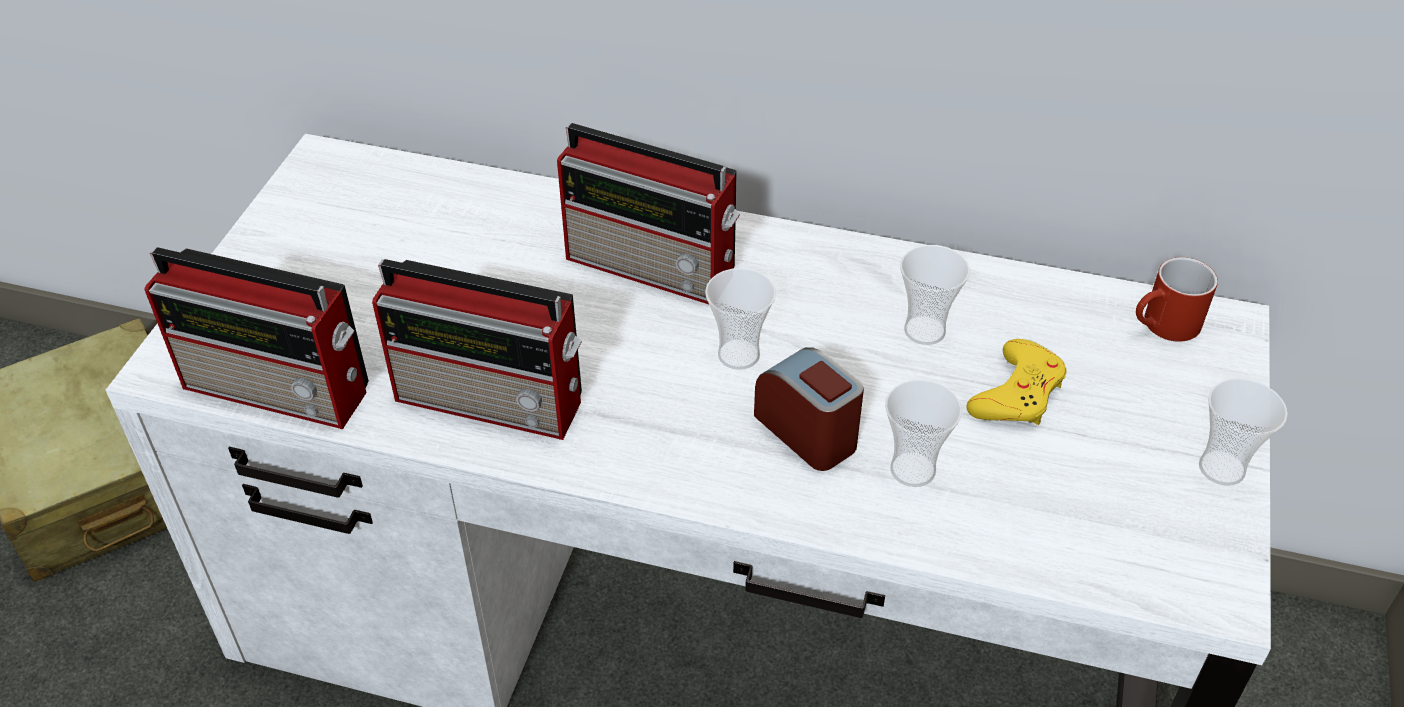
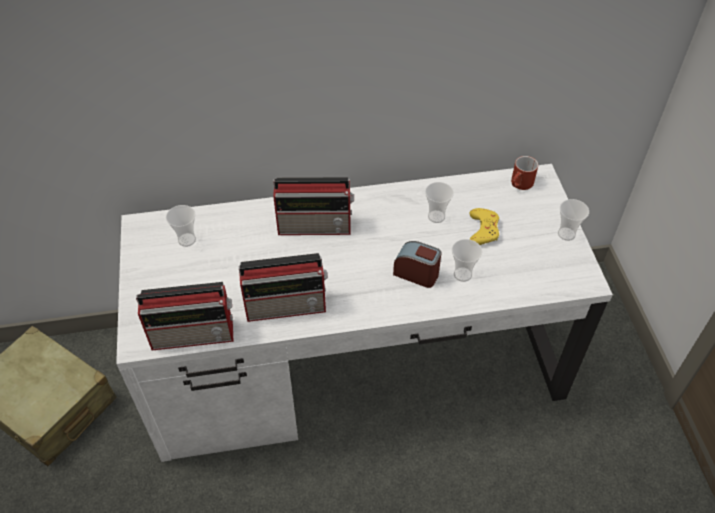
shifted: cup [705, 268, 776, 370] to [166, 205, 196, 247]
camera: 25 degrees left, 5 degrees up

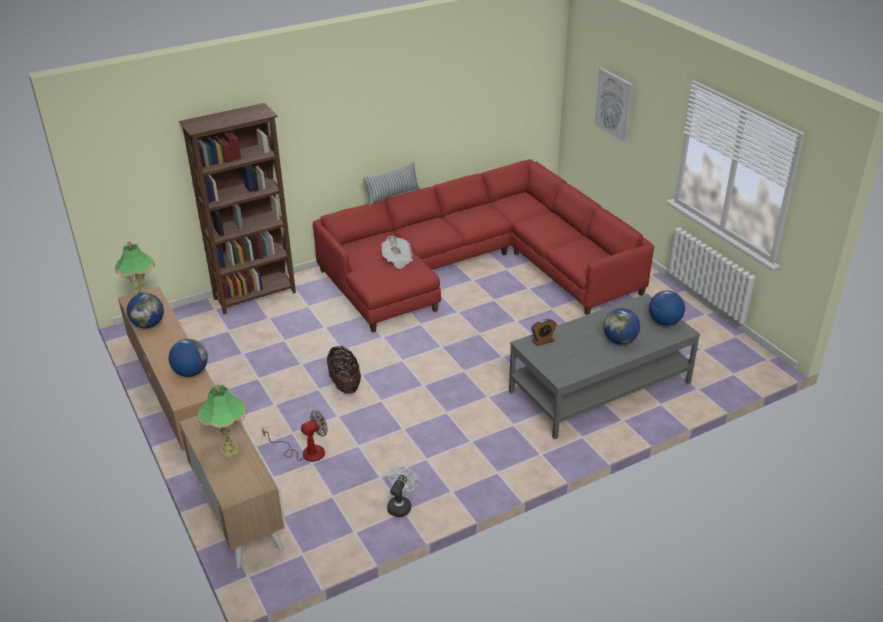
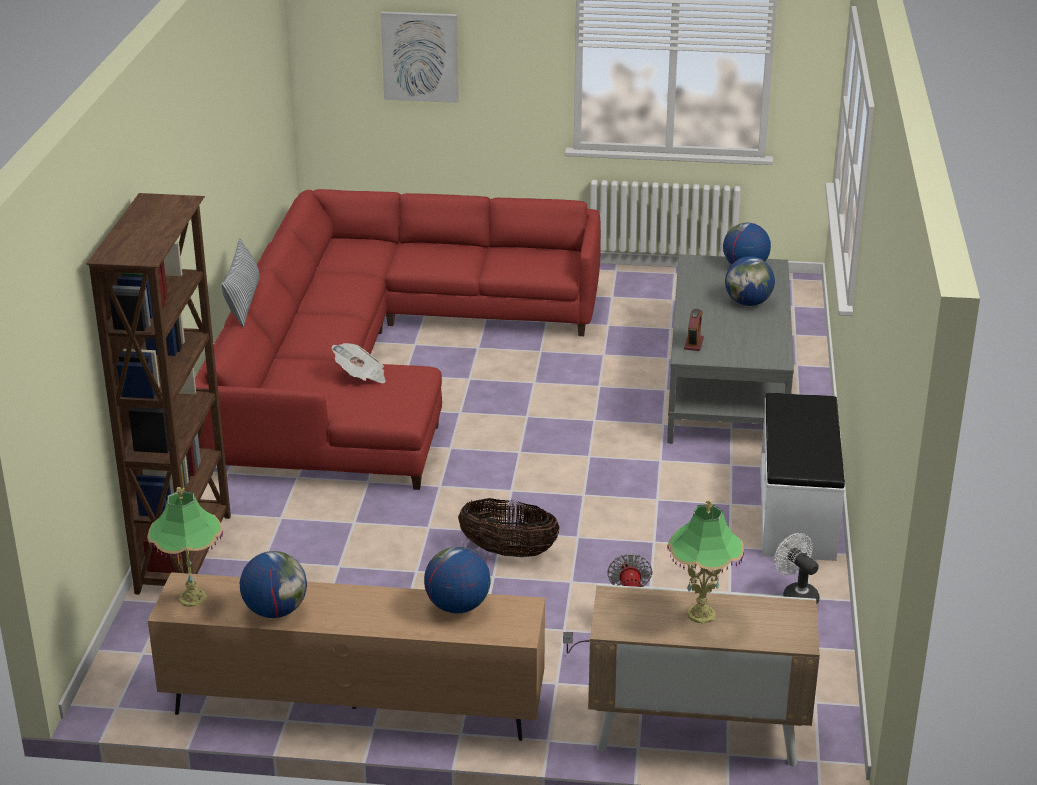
new: bench (white) [760, 393, 845, 561]
camera: 55 degrees left, 5 degrees down

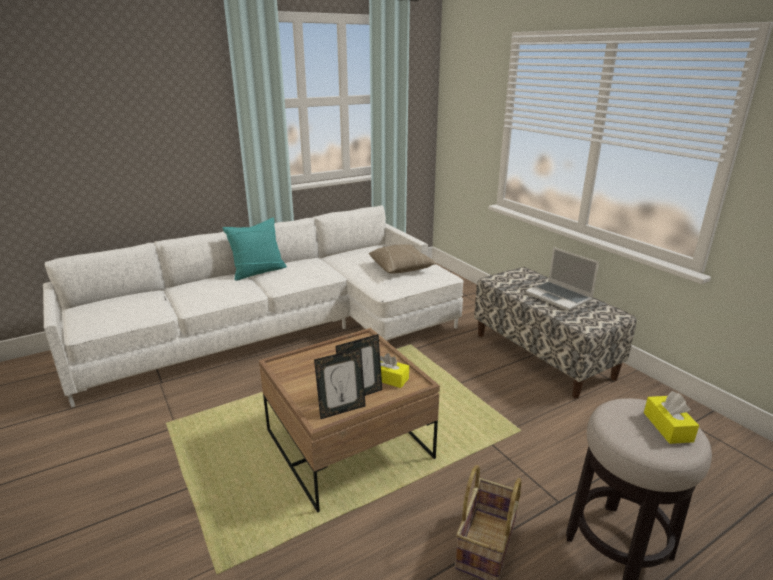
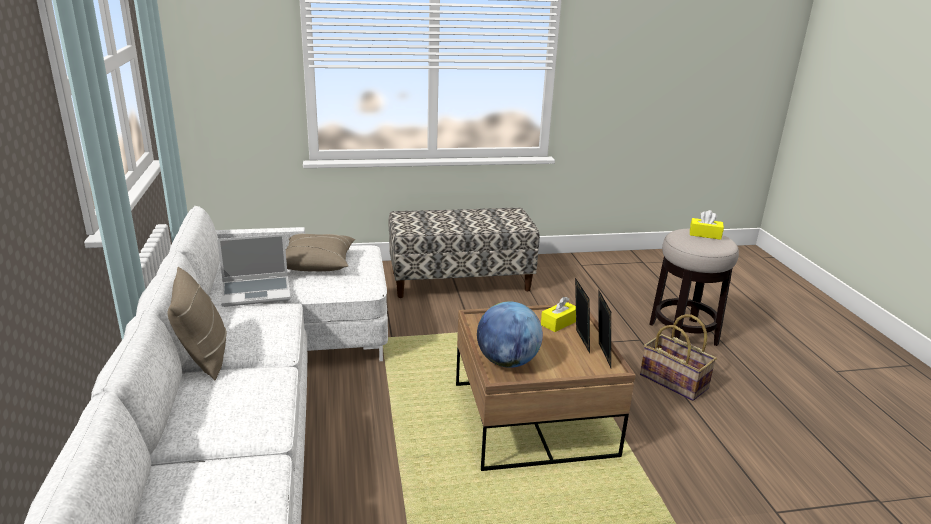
new: globe [477, 302, 543, 368]
shifted: laptop [525, 247, 599, 311] to [217, 234, 291, 307]
repainted: pillow (turquoise) [223, 218, 287, 281] to pillow (beige) [167, 267, 227, 381]
camera: 70 degrees left, 0 degrees up

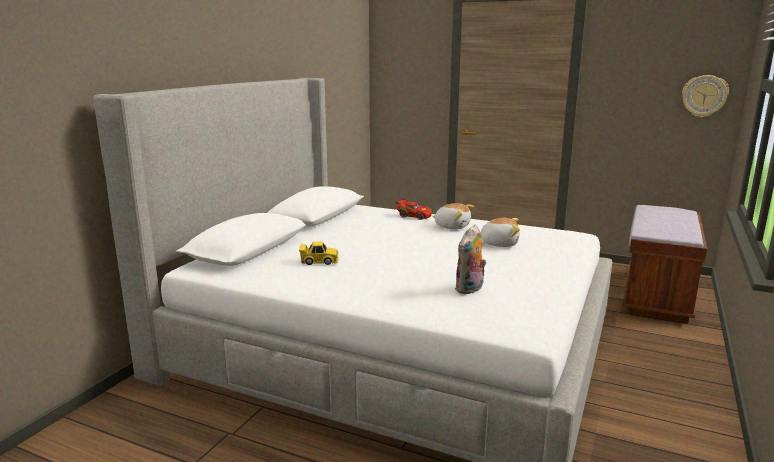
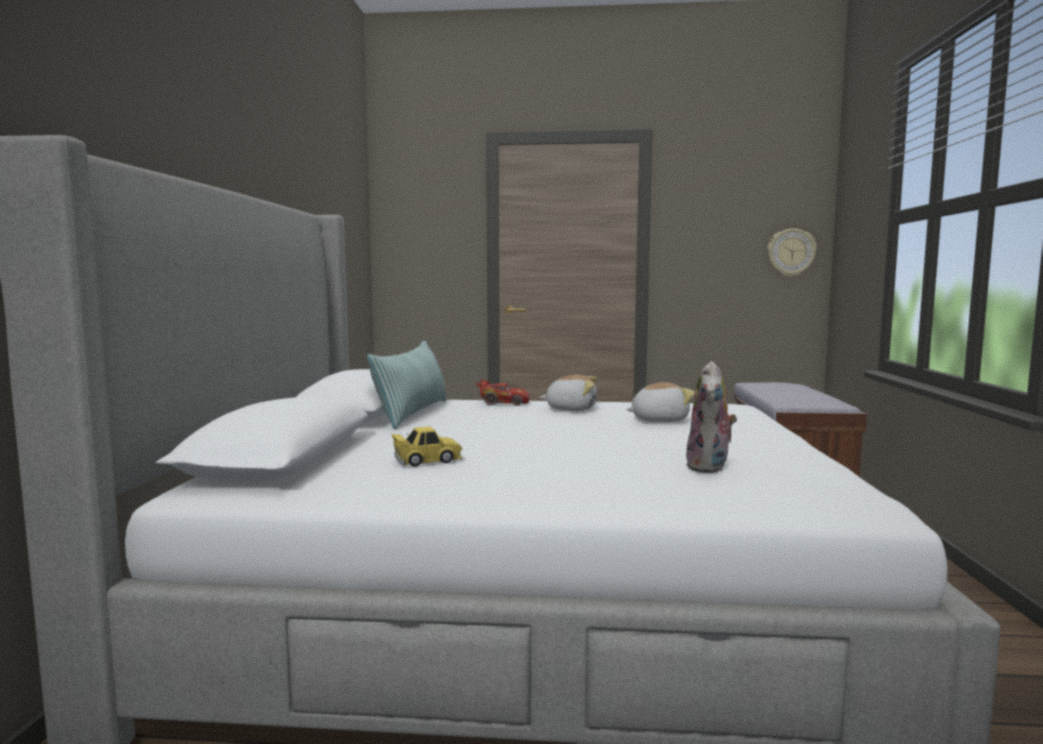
new: pillow [367, 341, 446, 429]
camera: 20 degrees left, 10 degrees down

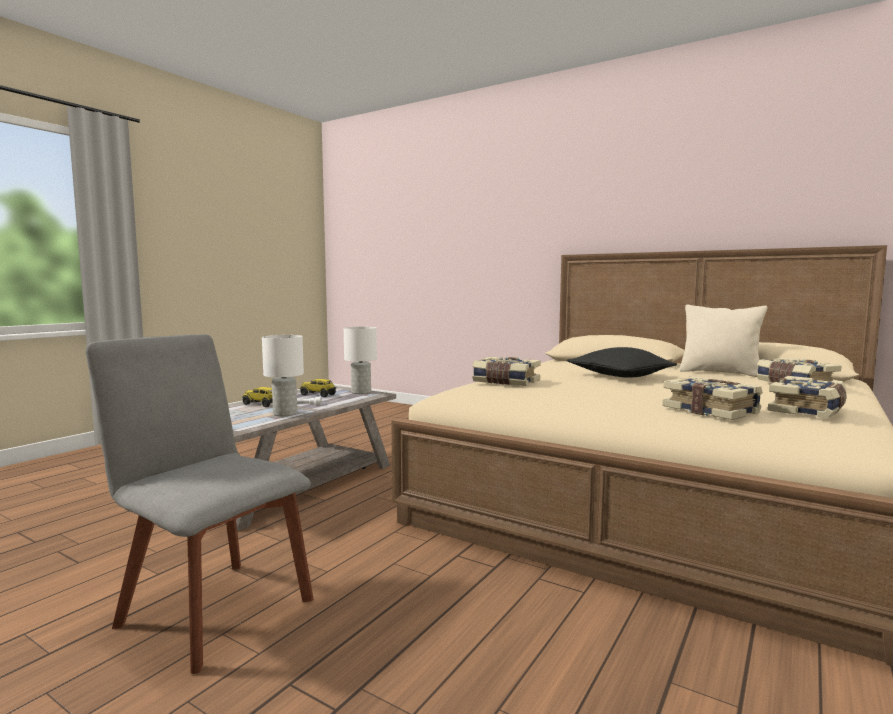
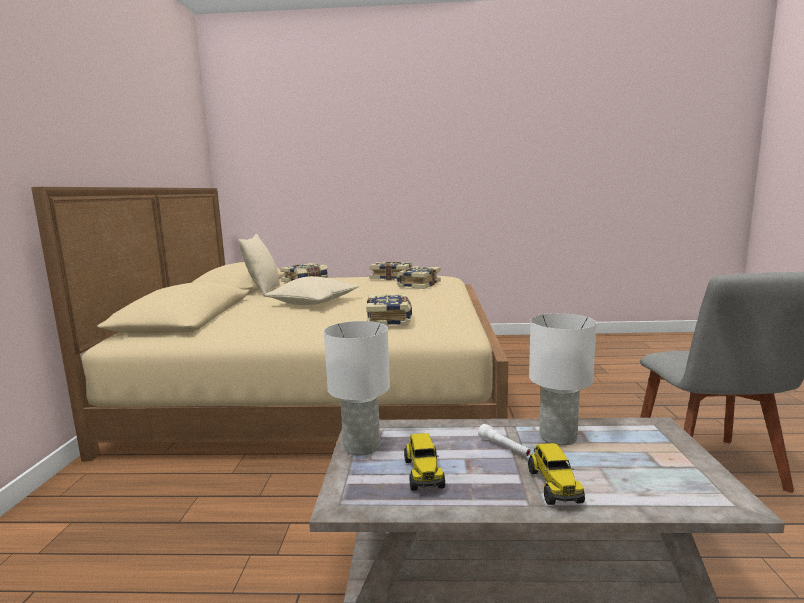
repainted: pillow (black) [567, 347, 677, 378] to pillow (beige) [265, 276, 359, 305]
camera: 120 degrees left, 5 degrees up

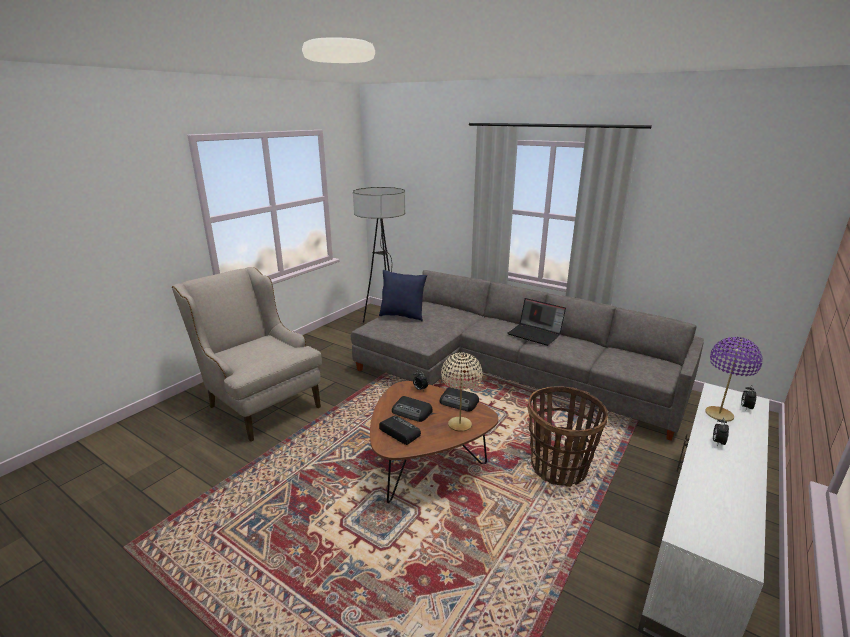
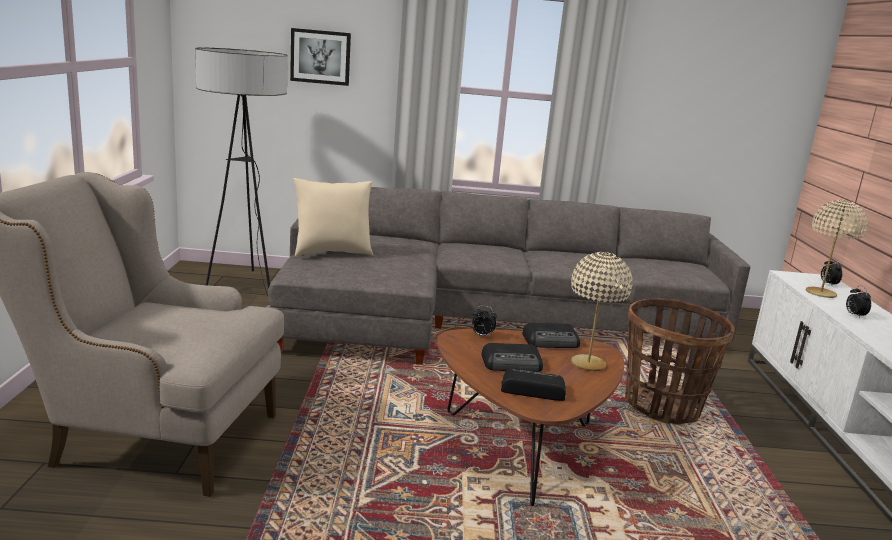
gone: laptop [508, 298, 566, 346]
new: picture [290, 28, 351, 86]
repainted: pillow (blue) [379, 270, 427, 322] to pillow (beige) [293, 178, 373, 257]; table lamp (purple) [705, 337, 763, 421] to table lamp (beige) [806, 200, 868, 298]
camera: 35 degrees left, 5 degrees down

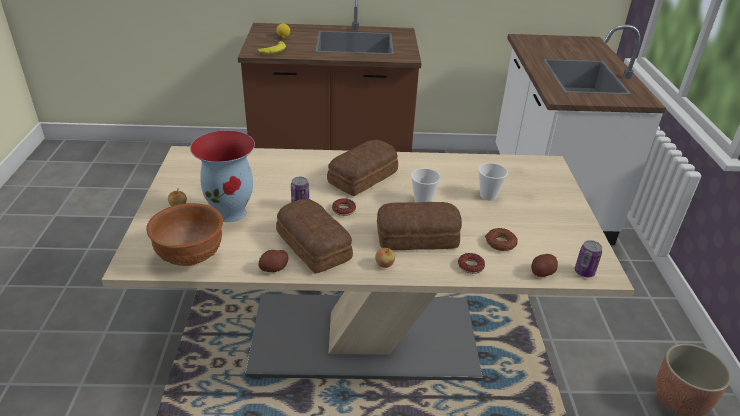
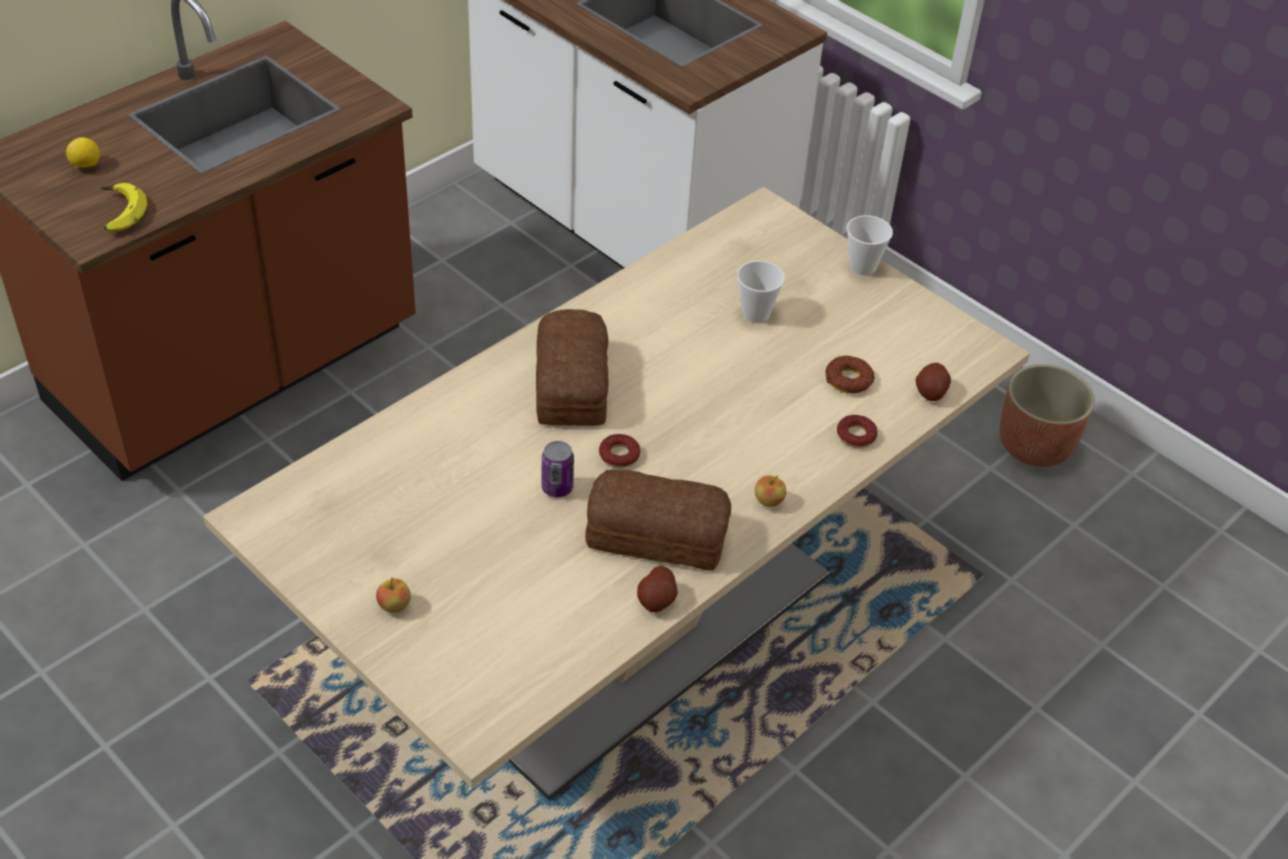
gone: bowl (brown) [146, 203, 223, 266]; vase [190, 130, 255, 222]; bread [377, 202, 462, 250]; can [575, 240, 602, 277]
shifted: cup [411, 168, 441, 203] to [847, 215, 893, 275]
camera: 45 degrees left, 10 degrees up

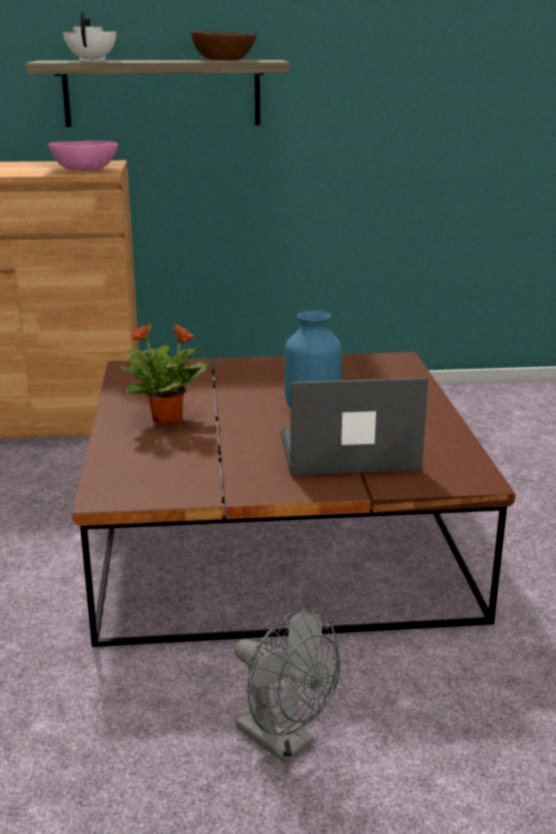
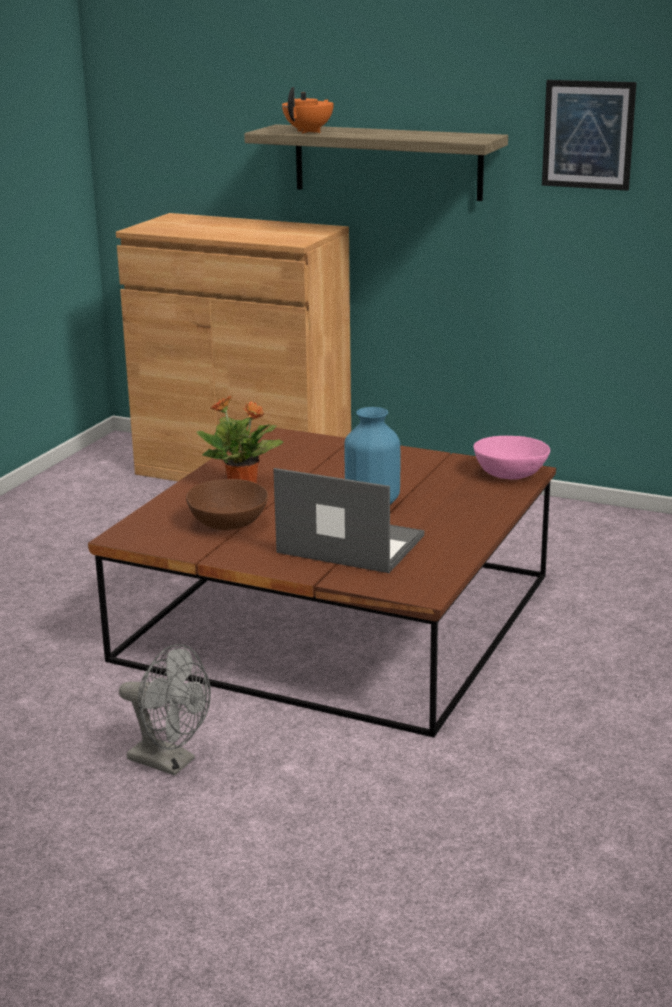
new: picture [542, 80, 637, 191]
shifted: bowl (pink) [48, 141, 118, 171] to [473, 436, 550, 480]; bowl (brown) [191, 31, 257, 60] to [186, 479, 268, 530]
repainted: teapot (white) [63, 10, 116, 62] to teapot (orange) [282, 87, 334, 133]
rotated: fan (grey) [234, 609, 340, 763] = [119, 644, 211, 776] 45 degrees counterclockwise
camera: 30 degrees right, 0 degrees up

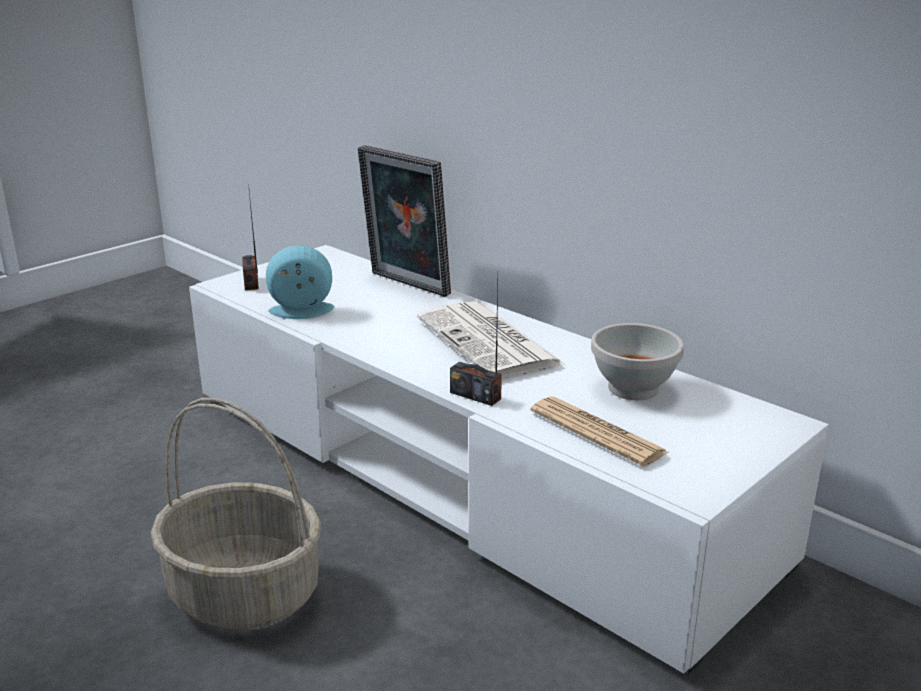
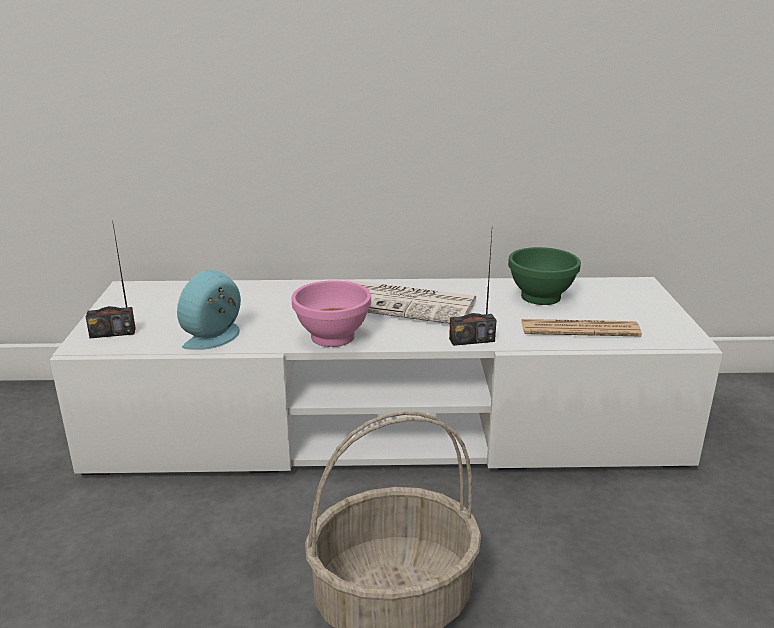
gone: picture frame [358, 145, 451, 297]
new: bowl (pink) [292, 280, 371, 347]
repainted: bowl (white) [591, 323, 684, 400] to bowl (green) [508, 247, 581, 305]
rotated: radio [242, 192, 259, 290] = [86, 225, 136, 338] 45 degrees counterclockwise
camera: 45 degrees left, 0 degrees up

